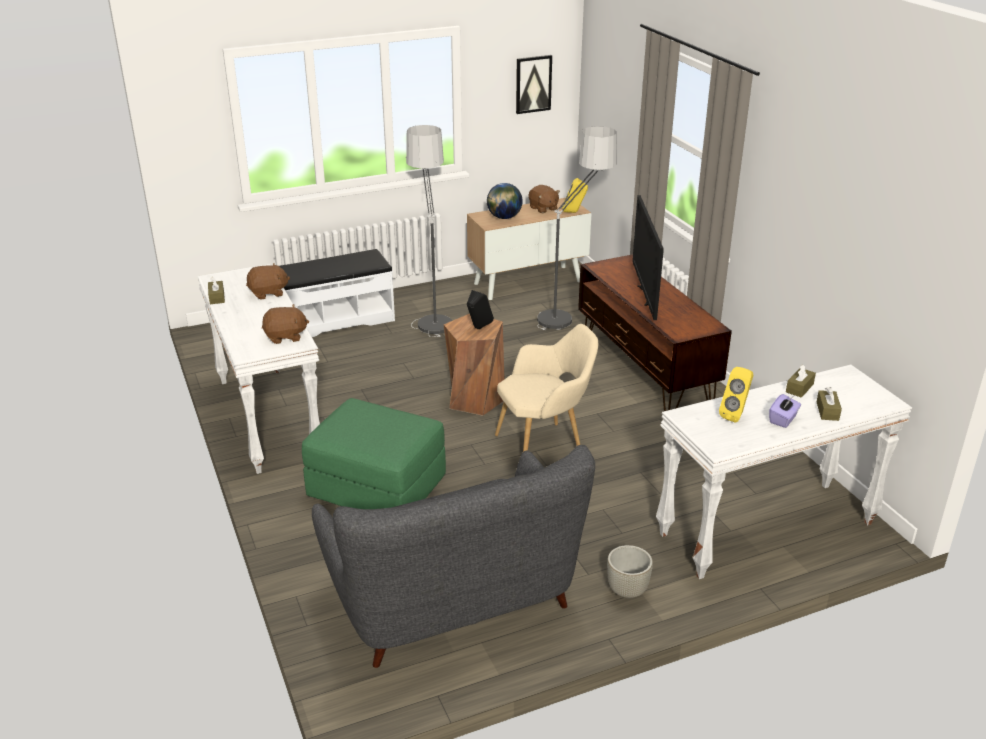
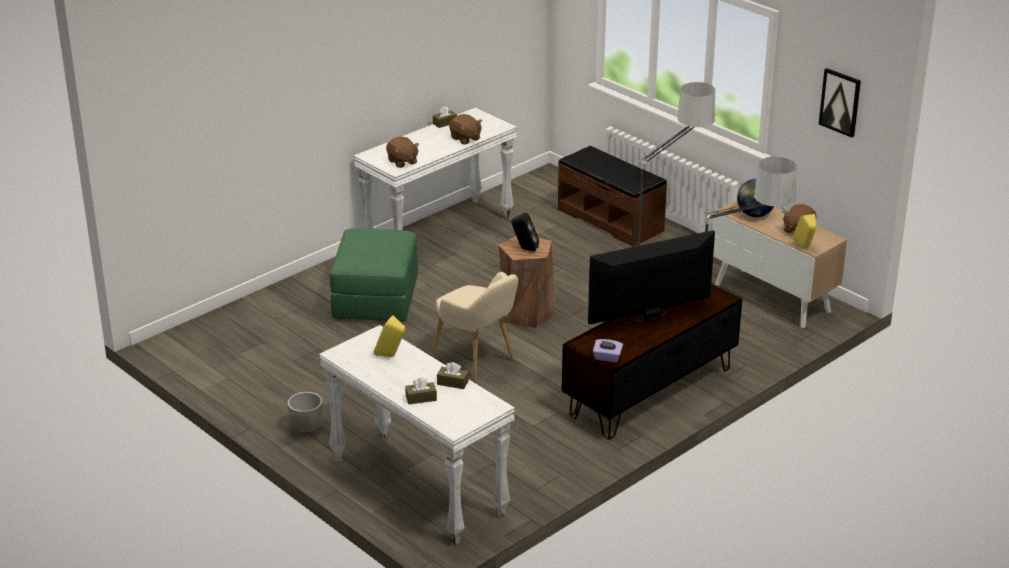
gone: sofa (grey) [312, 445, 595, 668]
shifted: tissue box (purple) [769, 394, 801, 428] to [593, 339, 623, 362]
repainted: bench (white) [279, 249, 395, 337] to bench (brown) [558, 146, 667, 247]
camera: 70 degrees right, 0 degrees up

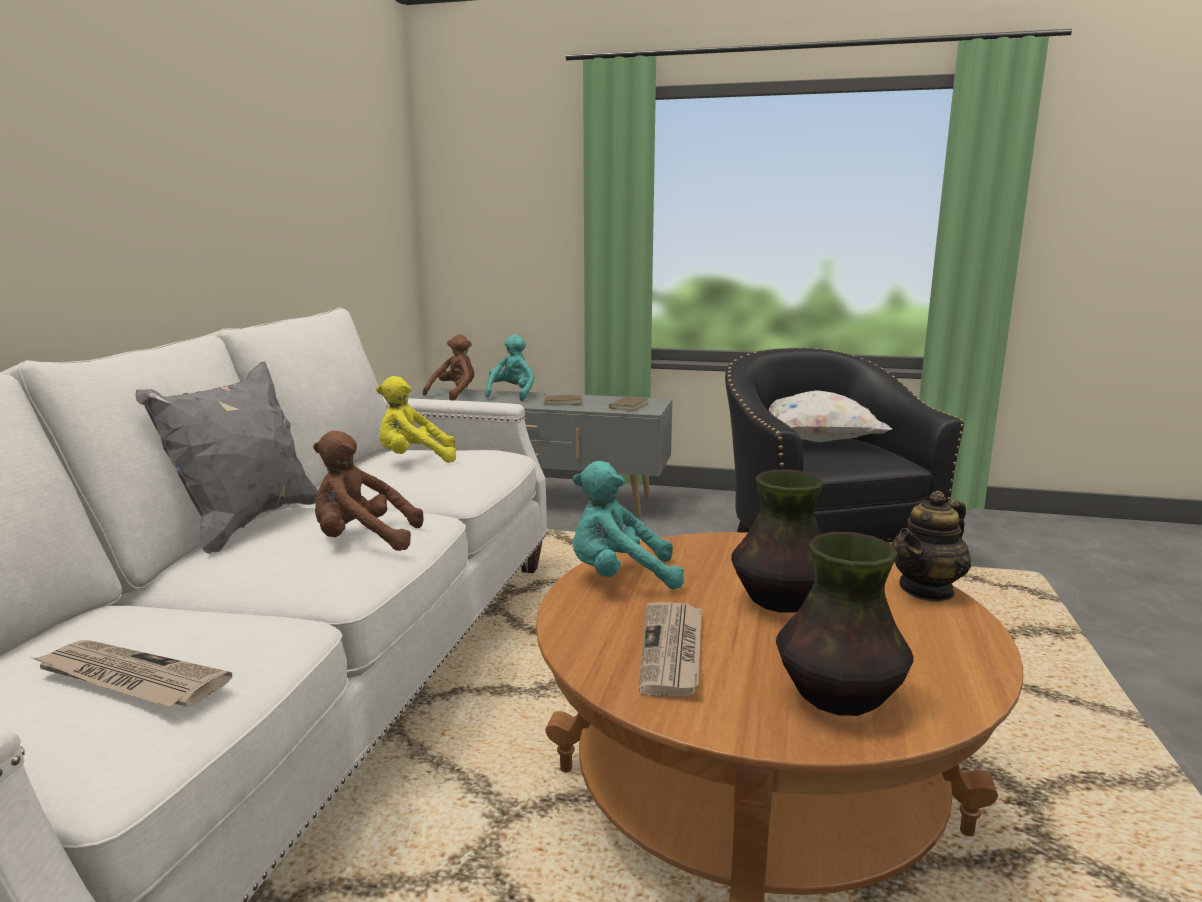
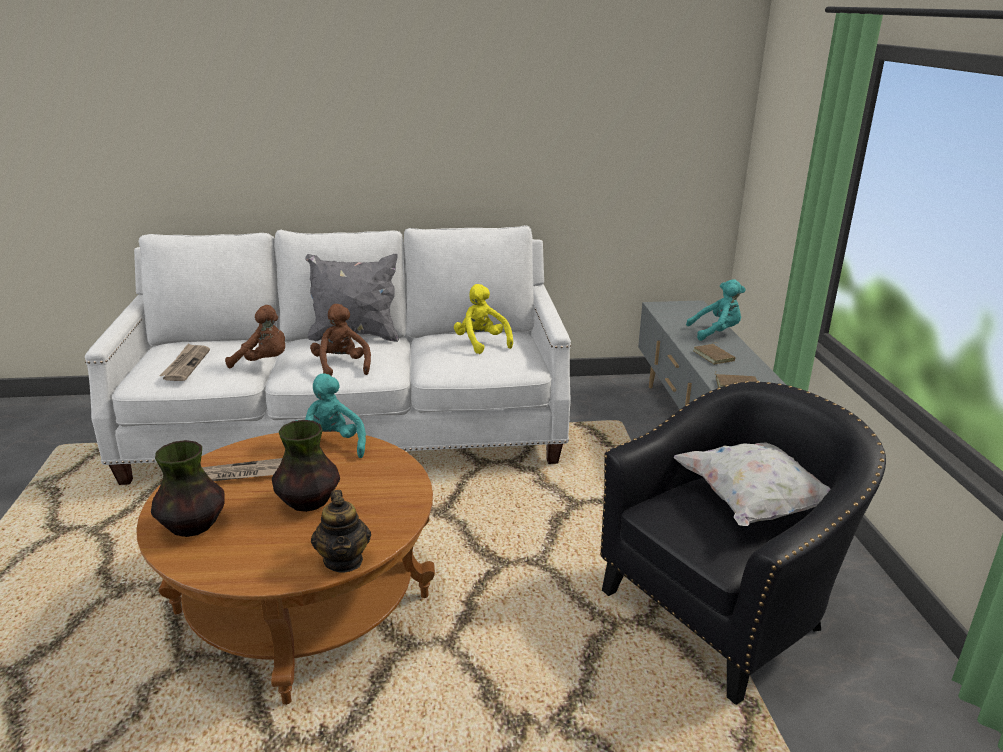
shifted: plush toy (brown) [422, 334, 474, 401] to [225, 305, 285, 368]
rotated: teapot [892, 490, 971, 602] = [311, 490, 371, 573] 135 degrees counterclockwise
camera: 70 degrees right, 10 degrees up

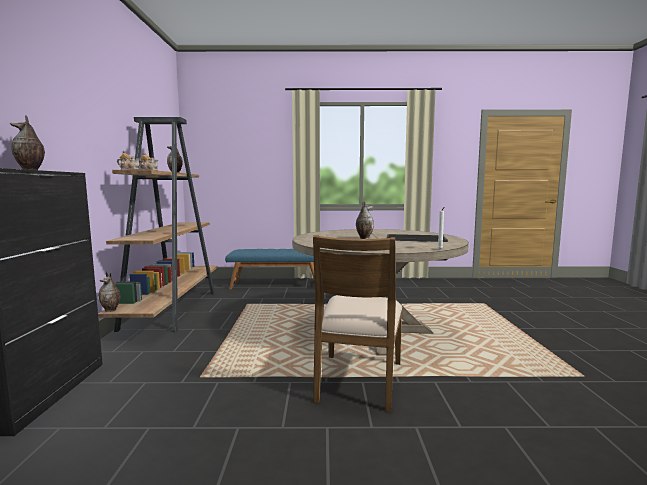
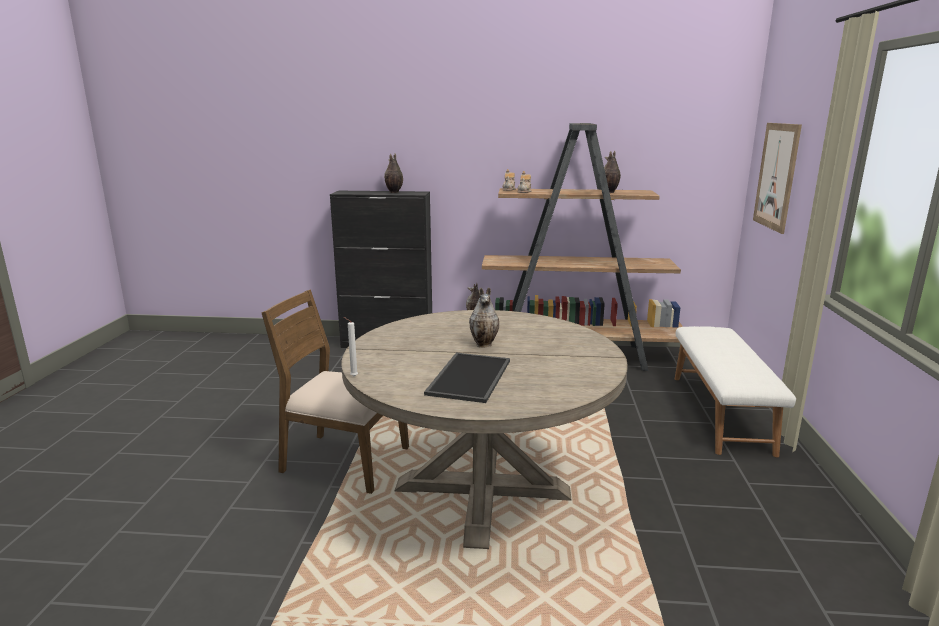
new: picture [753, 123, 802, 234]
repainted: bench (blue) [225, 249, 314, 289] to bench (white) [675, 326, 796, 457]
camera: 95 degrees right, 10 degrees up

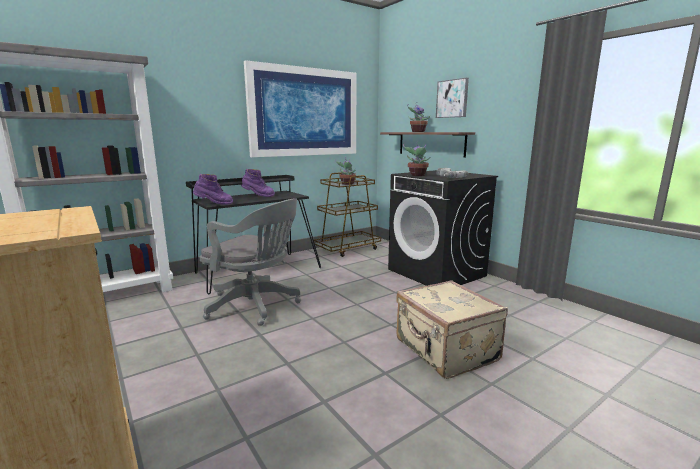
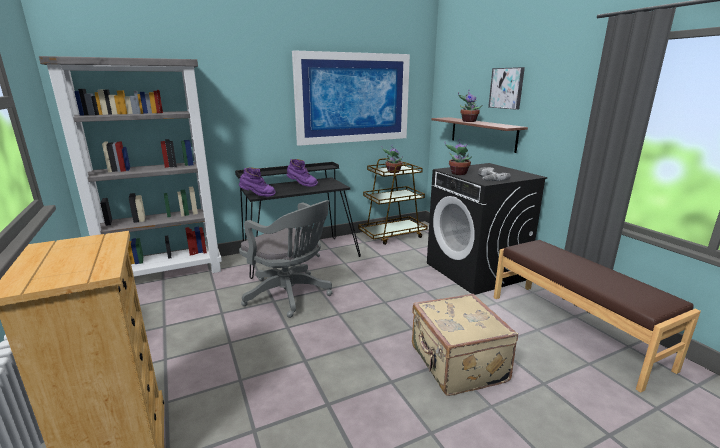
new: bench (brown) [494, 240, 701, 393]
camera: 10 degrees right, 5 degrees up

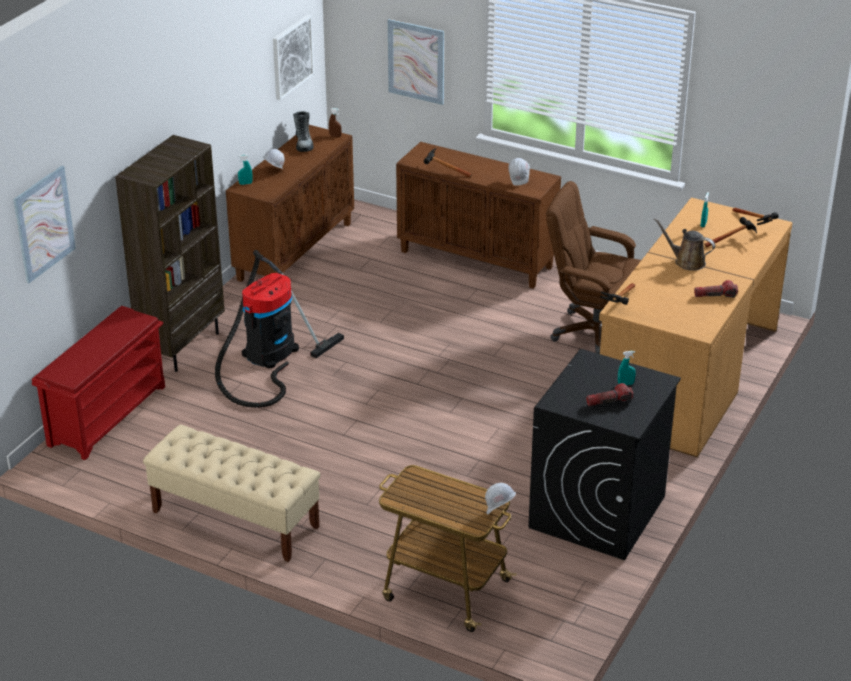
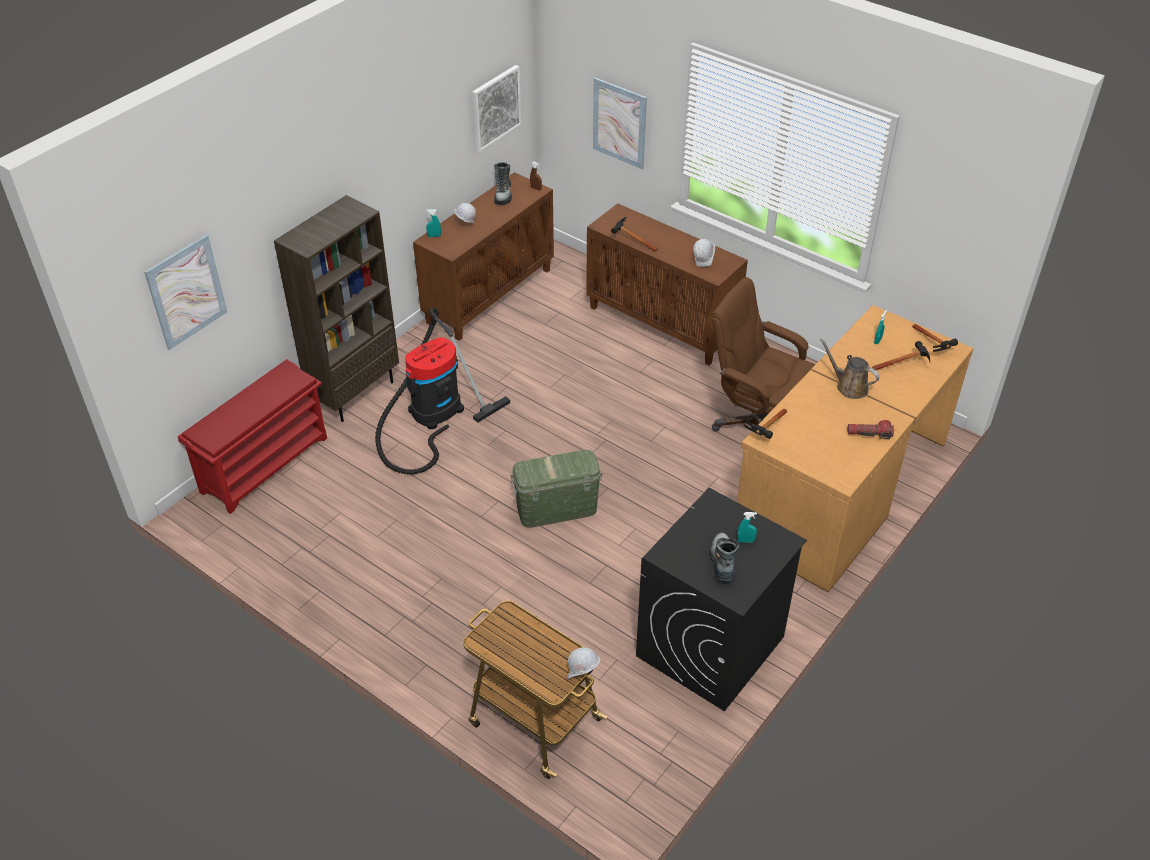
gone: bench (beige) [143, 424, 321, 562]
new: storage box (green) [510, 450, 603, 528]
swapped: flashlight [586, 383, 633, 406] to boot [709, 532, 740, 582]
camera: 10 degrees right, 10 degrees up

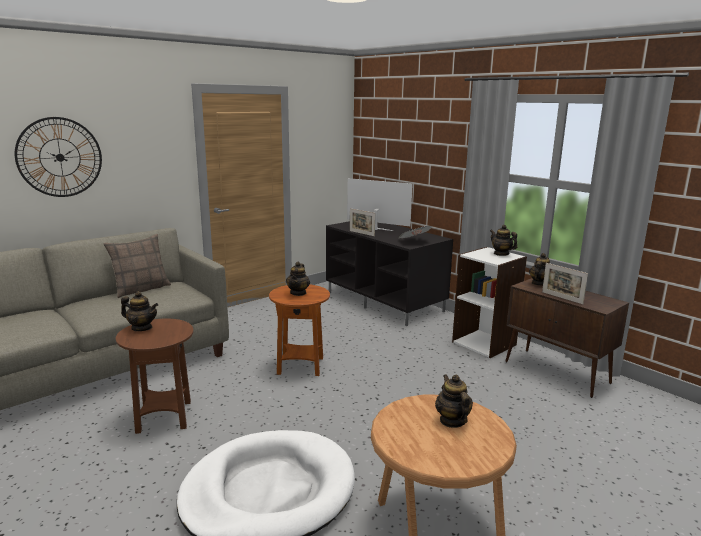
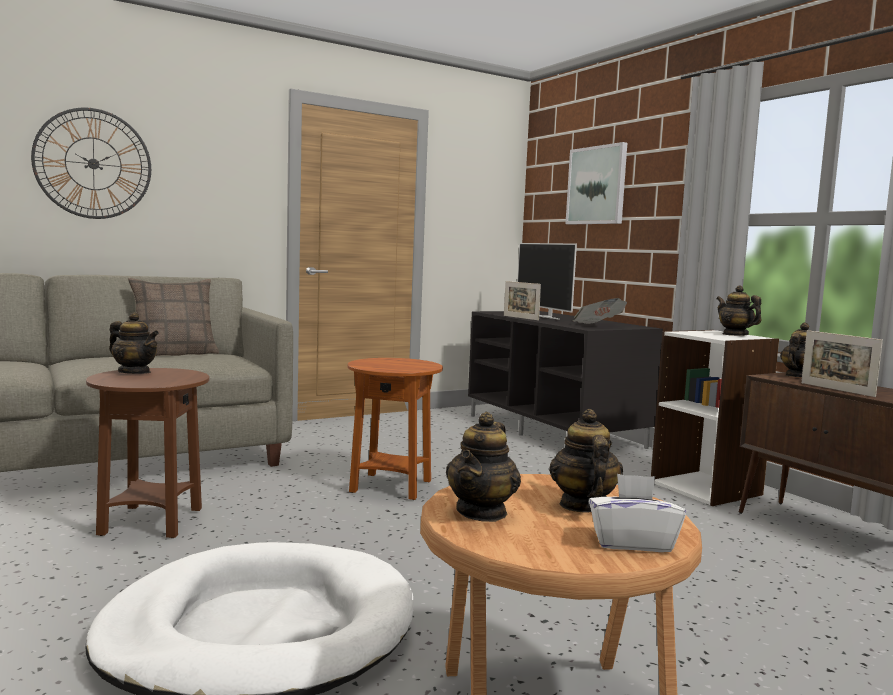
new: picture [565, 142, 627, 224]; tissue box (white) [589, 474, 686, 552]
shifted: teapot [286, 262, 310, 296] to [446, 412, 521, 522]
rotated: television [347, 178, 413, 231] = [517, 243, 577, 320] 150 degrees counterclockwise
camera: 10 degrees right, 10 degrees down

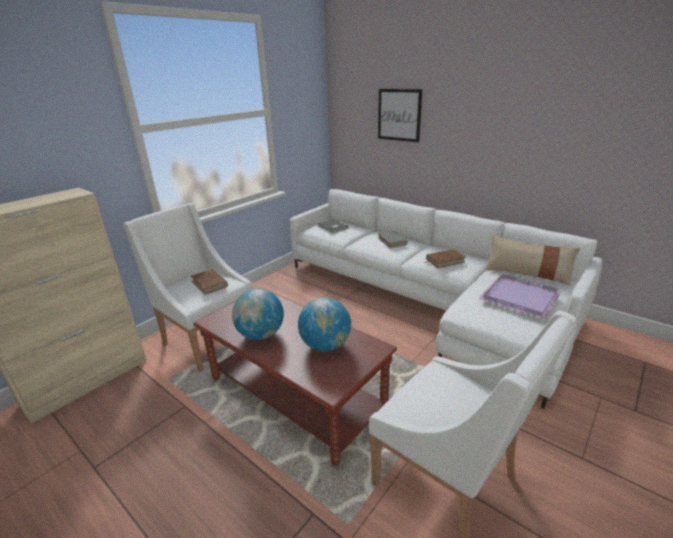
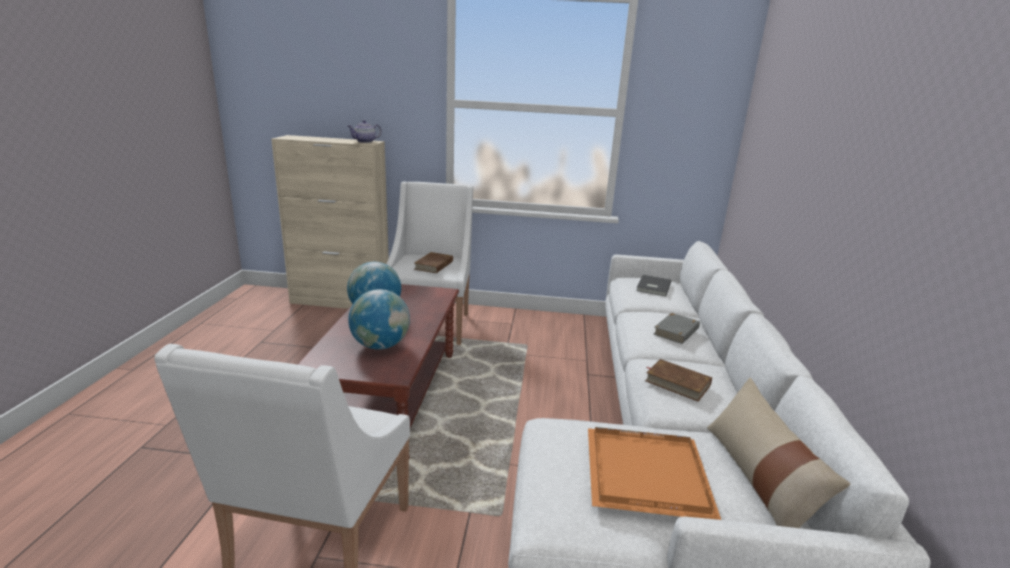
gone: picture [378, 89, 422, 142]
new: teapot [348, 120, 382, 143]
repainted: tray (purple) [478, 274, 561, 319] to tray (orange) [588, 427, 721, 520]
camera: 55 degrees right, 5 degrees down

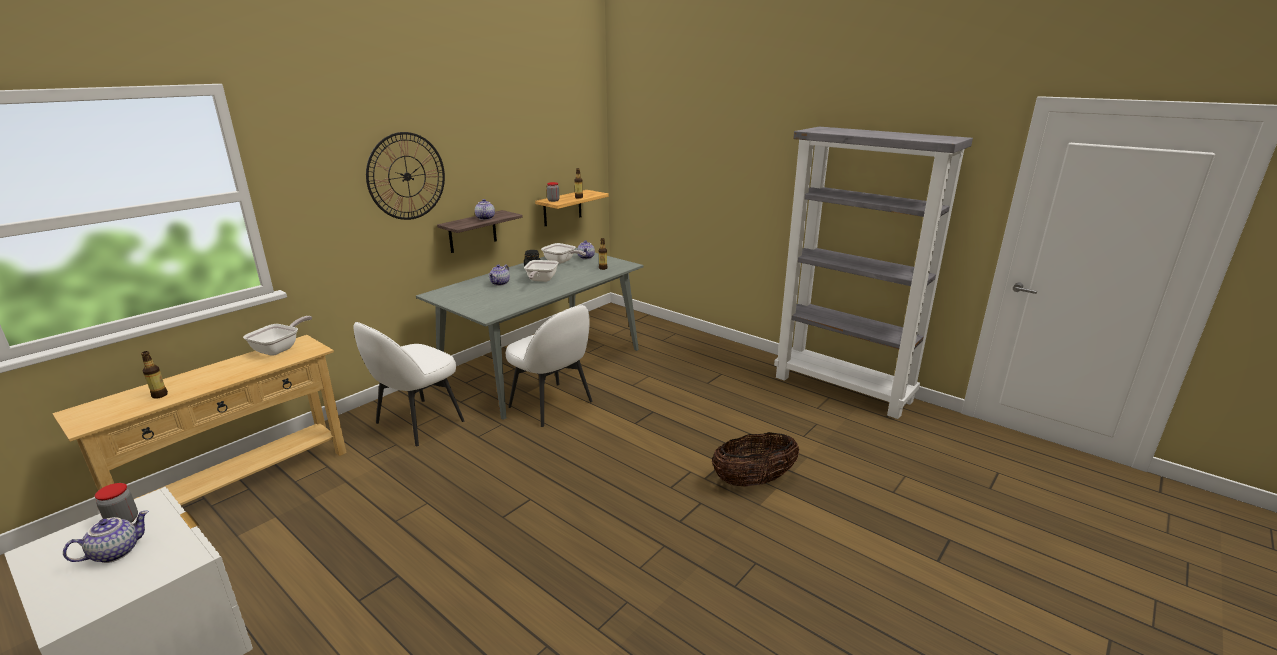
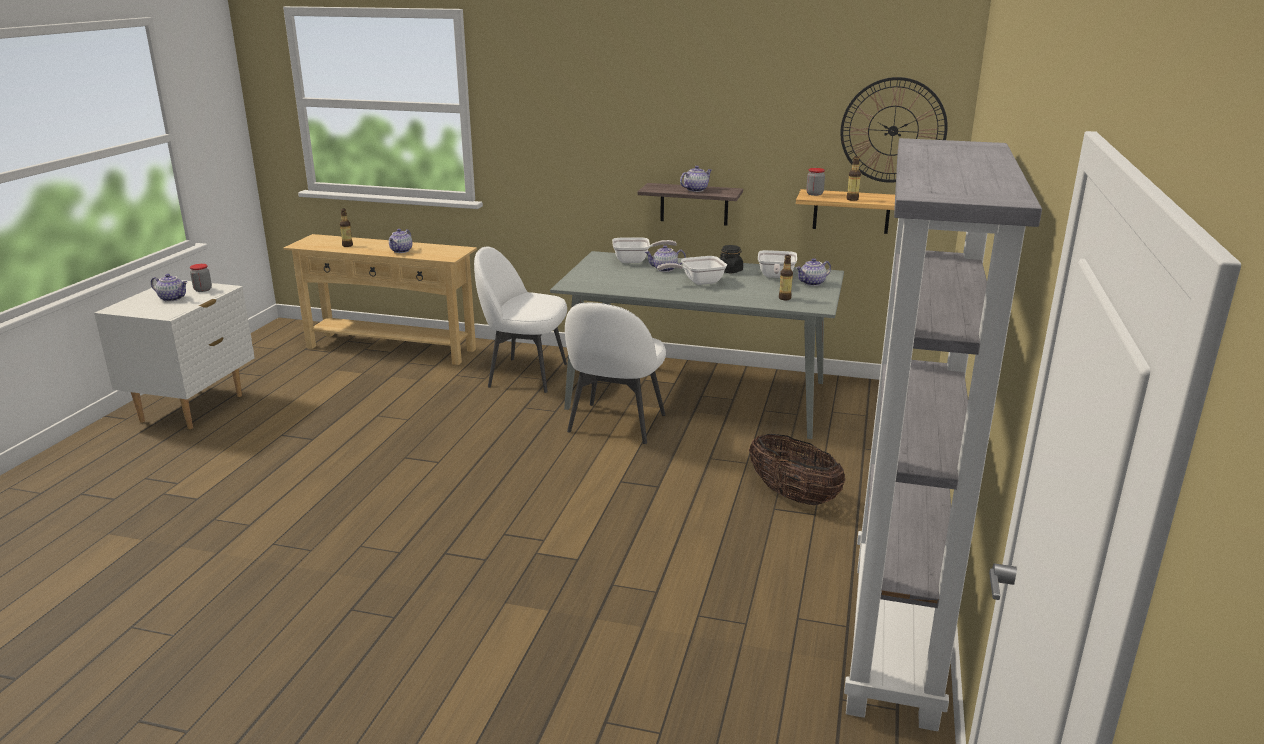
new: teapot [389, 229, 412, 253]
shifted: frying pan [243, 316, 312, 356] to [612, 237, 677, 263]; wall clock [366, 132, 445, 220] to [840, 77, 948, 182]; basket [712, 432, 799, 487] to [749, 434, 845, 505]
camera: 65 degrees right, 0 degrees up

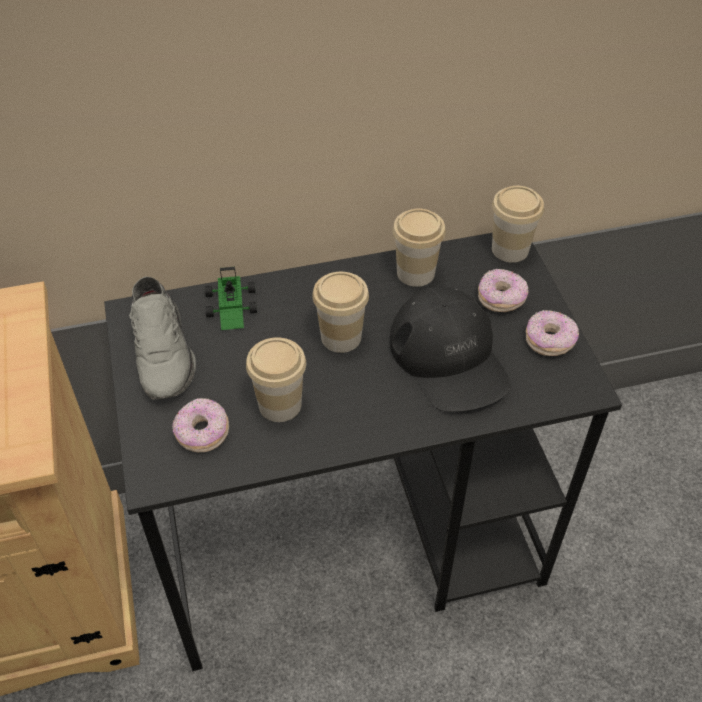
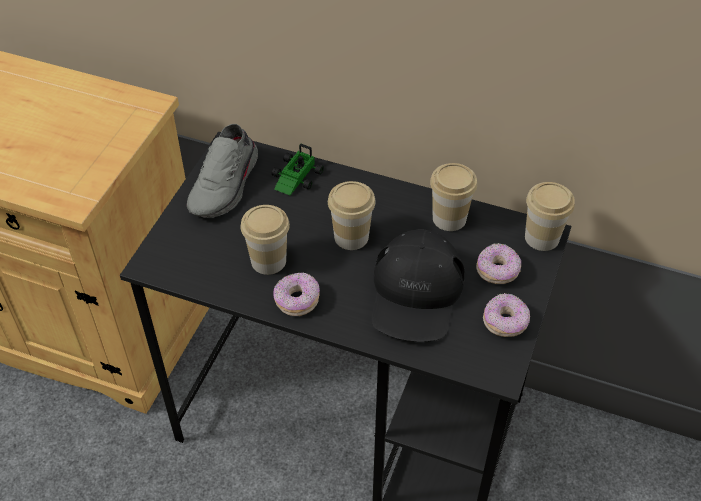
shifted: donut [172, 398, 229, 452] to [273, 272, 320, 316]
camera: 35 degrees right, 0 degrees up

